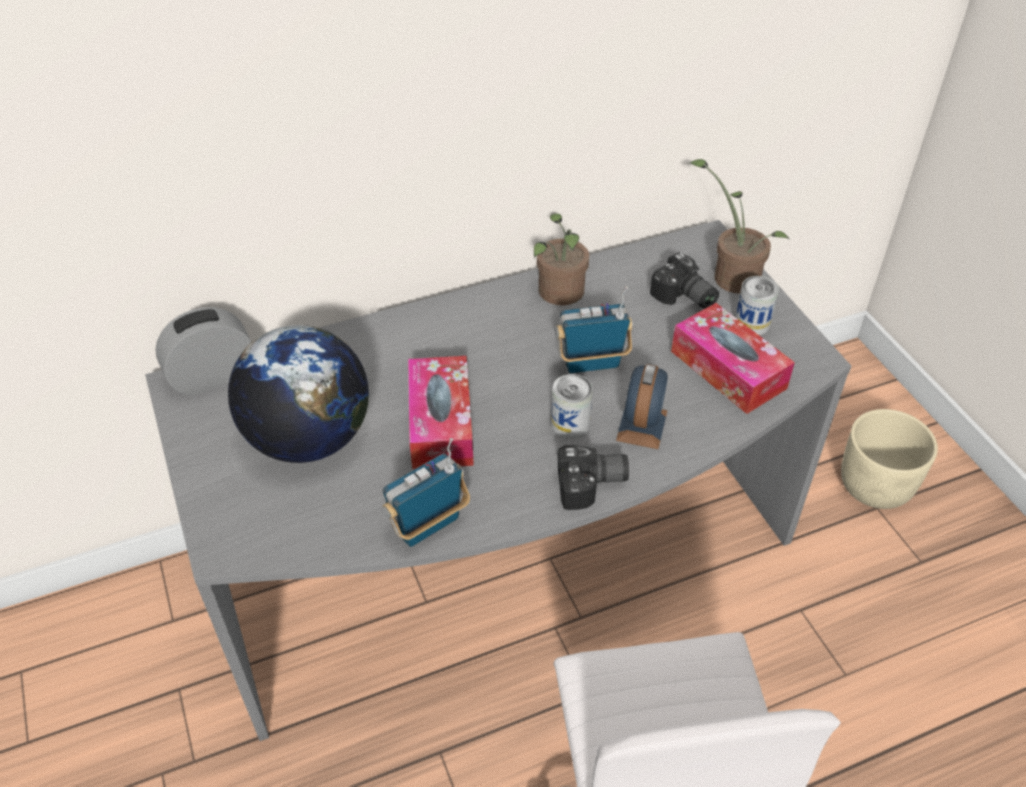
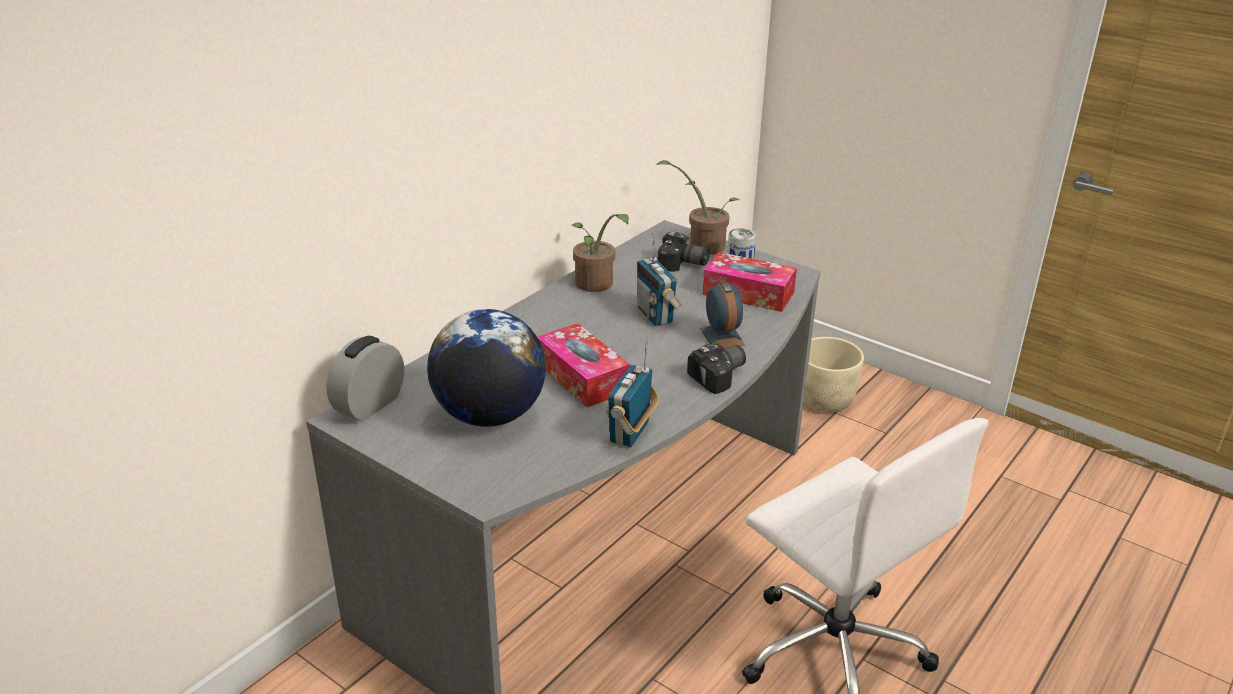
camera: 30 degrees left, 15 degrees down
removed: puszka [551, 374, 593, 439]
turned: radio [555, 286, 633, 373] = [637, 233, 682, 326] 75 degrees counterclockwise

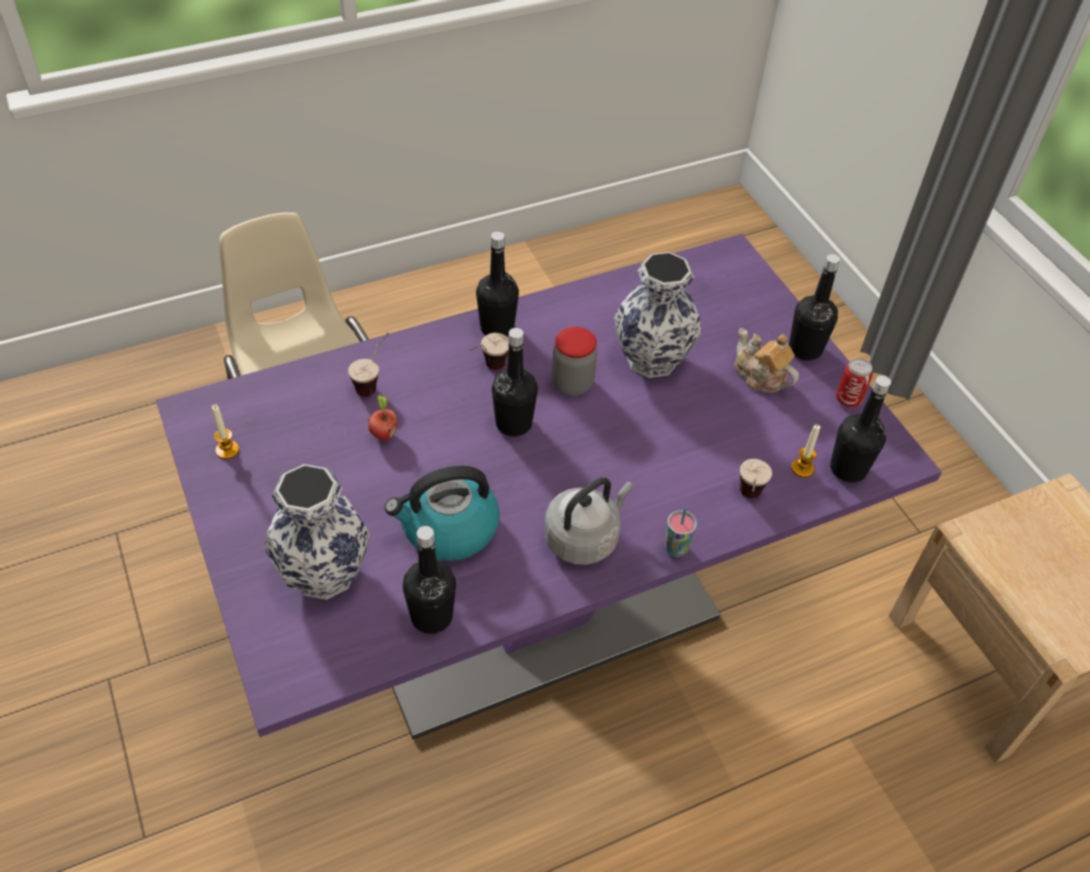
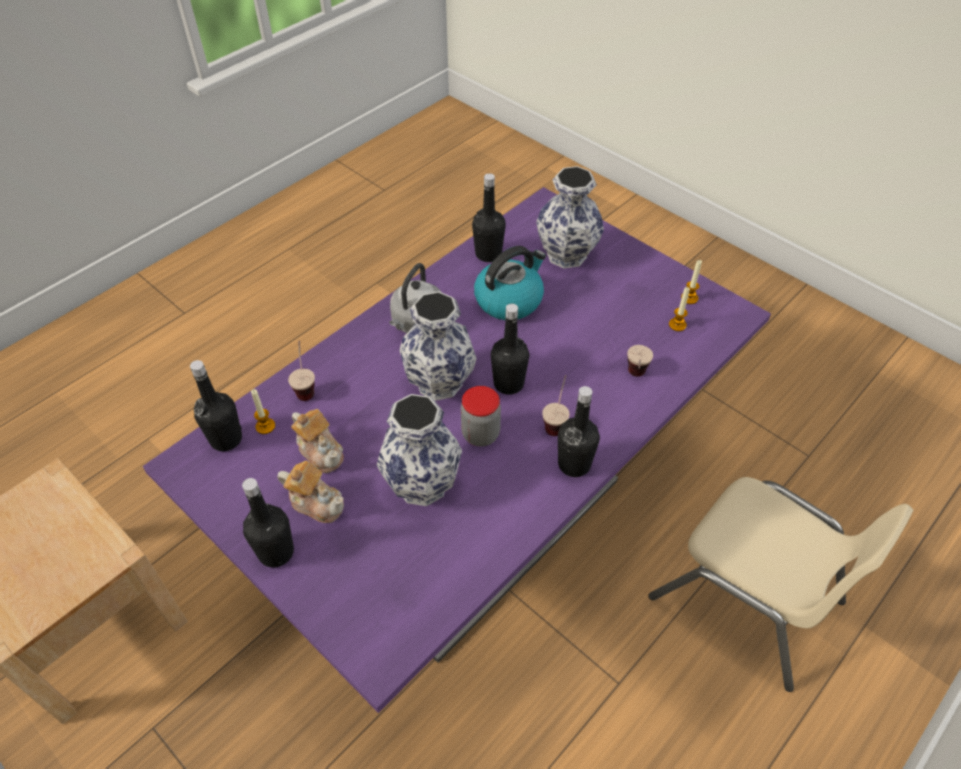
camera: 160 degrees right, 0 degrees up
removed: puszka [836, 358, 873, 408]; jabłko [368, 395, 398, 440]; filiżanka [665, 507, 697, 557]
added: świeca [669, 287, 690, 331]; wazon [399, 291, 477, 401]; imbryk [291, 409, 344, 473]

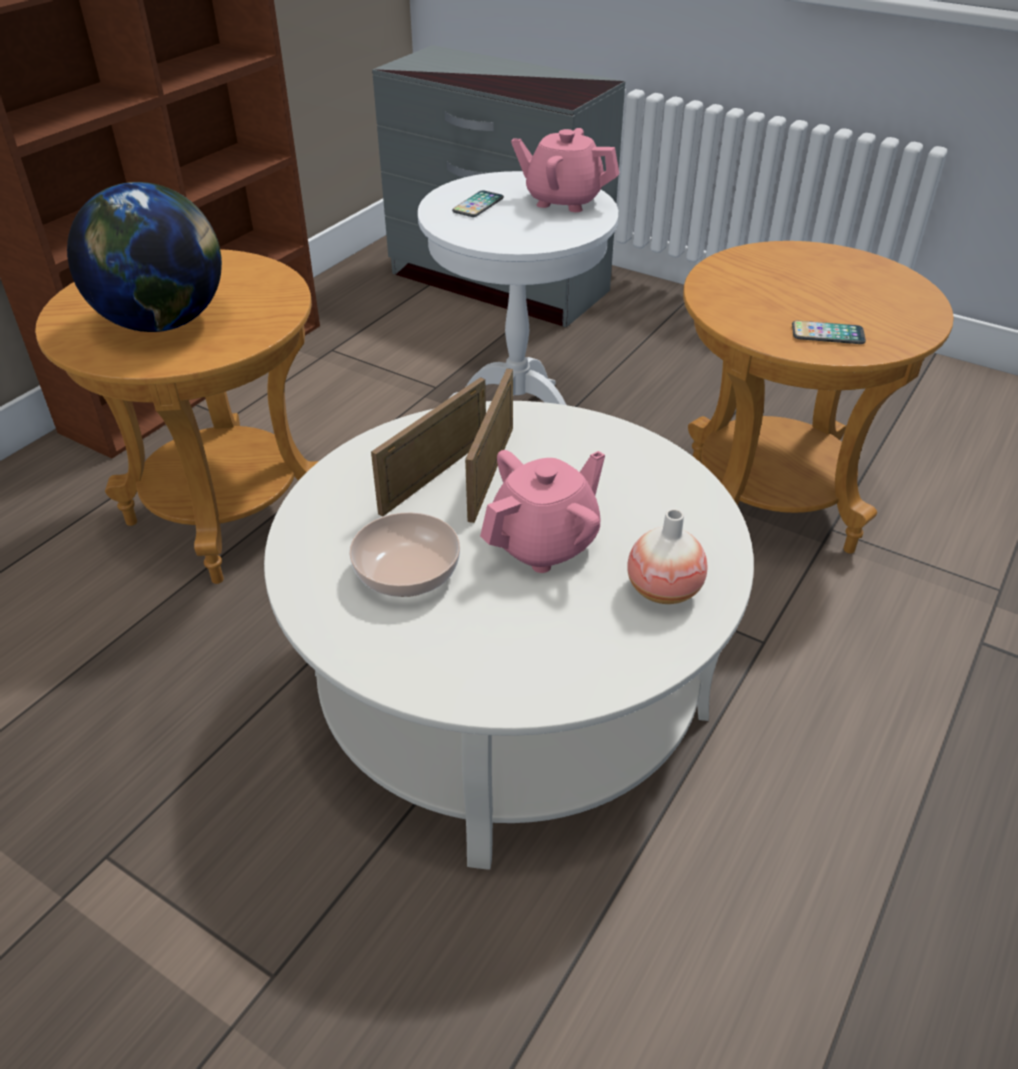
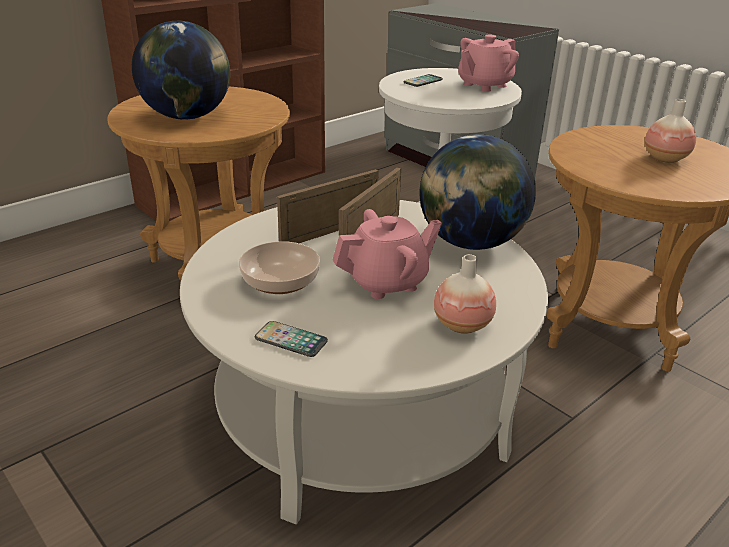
camera: 15 degrees right, 10 degrees down
added: wazon [645, 99, 696, 163]; globus [419, 134, 536, 250]
moved: telefon [792, 321, 866, 344] to [255, 321, 328, 357]
turned: imbryk [różowy] [511, 128, 620, 212] = [458, 35, 519, 92] 75 degrees counterclockwise

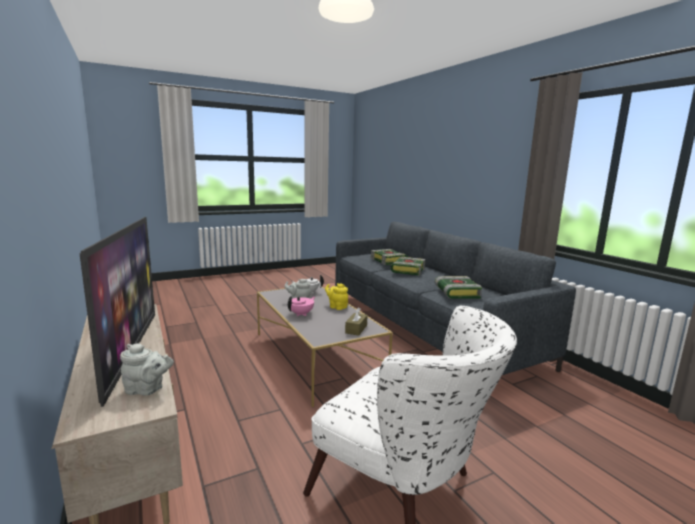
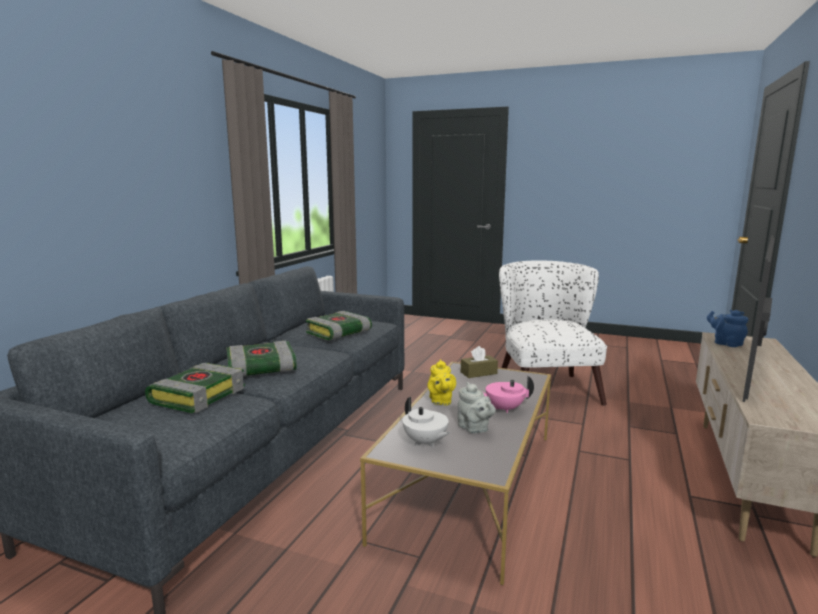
camera: 130 degrees left, 0 degrees up
recoloured: imbryk [szary] [120, 343, 174, 395] to imbryk [niebieski] [707, 310, 748, 347]

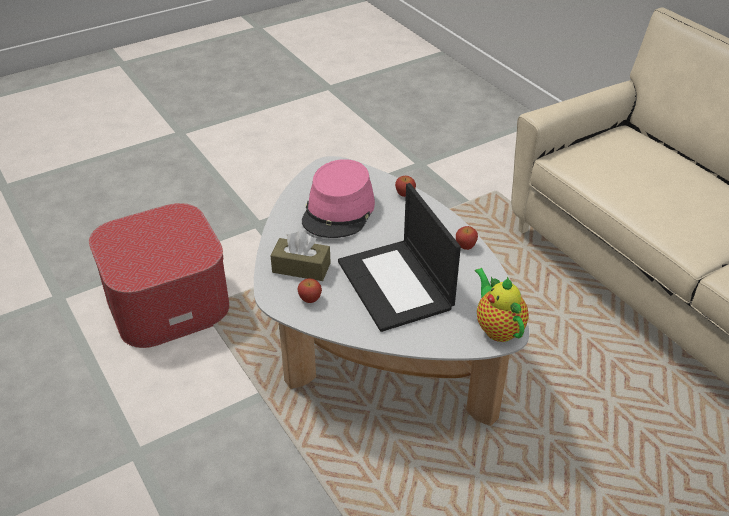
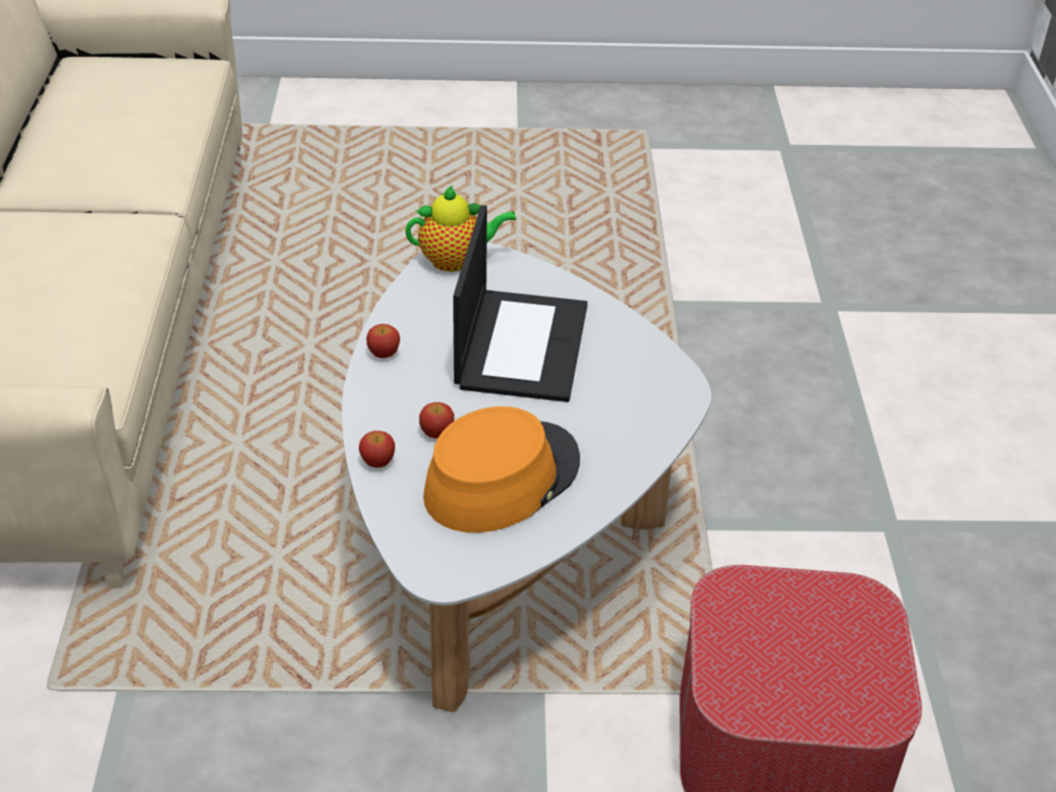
camera: 150 degrees left, 0 degrees up
removed: pudełko chusteczek [brązowy] [270, 232, 330, 281]
moved: jabłko [297, 278, 322, 303] to [419, 402, 454, 438]
recoloured: kapelusz [różowy] [302, 159, 375, 238] to kapelusz [pomarańczowy] [423, 406, 580, 533]
turned: imbryk [475, 268, 529, 342] = [405, 185, 516, 272] 105 degrees counterclockwise

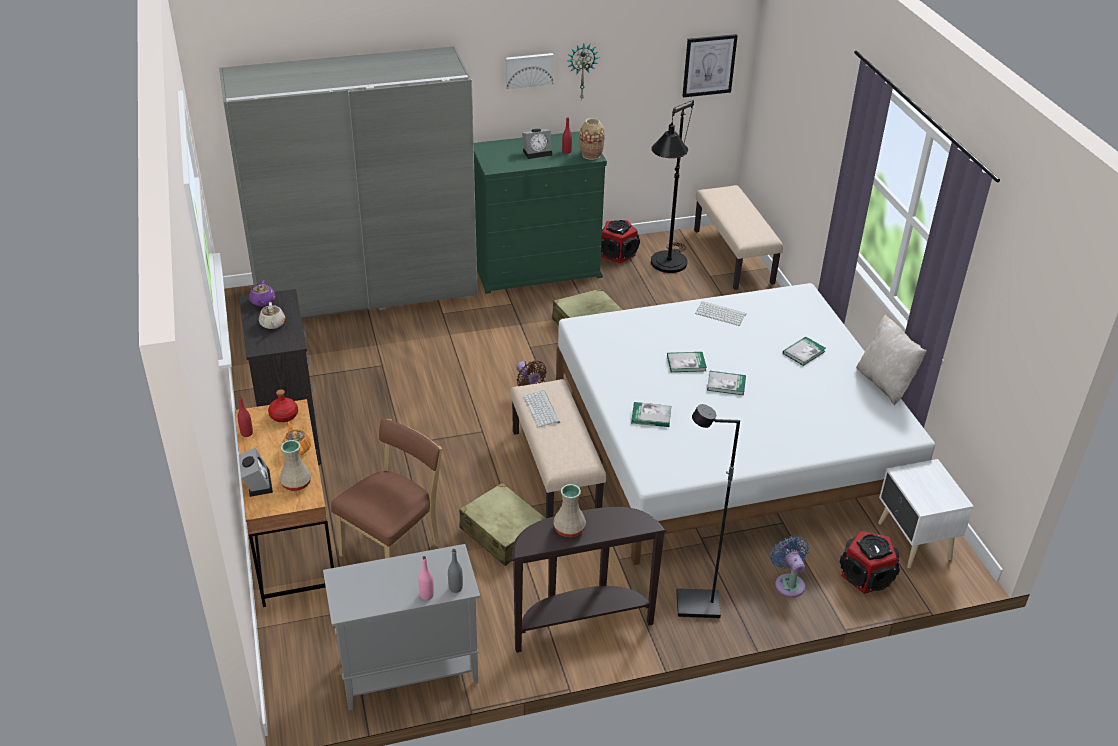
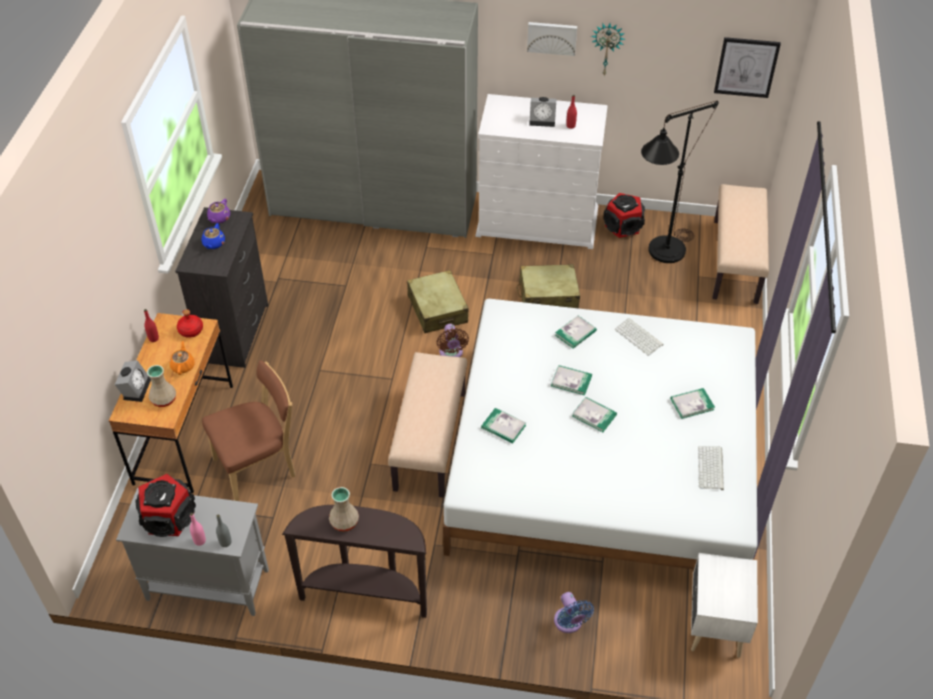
camera: 25 degrees right, 10 degrees up
removed: wazon [579, 118, 605, 160]; poduszka [beżowy] [856, 315, 927, 405]; lampa stojąca [czarny] [676, 404, 740, 618]
added: książka [555, 316, 597, 349]
moved: klawiatura [523, 390, 560, 427] to [698, 446, 724, 490]; walizka [beżowy] [459, 482, 546, 566] to [407, 270, 469, 333]; głośnik [840, 531, 900, 594] to [136, 474, 196, 537]
recoloured: komoda [zielony] [474, 131, 607, 294] to komoda [biały] [476, 94, 608, 249]; imbryk [beżowy] [259, 302, 285, 329] to imbryk [niebieski] [201, 223, 225, 249]
turned: wentylator [niebieski] [770, 536, 809, 597] = [554, 592, 594, 633] 150 degrees clockwise

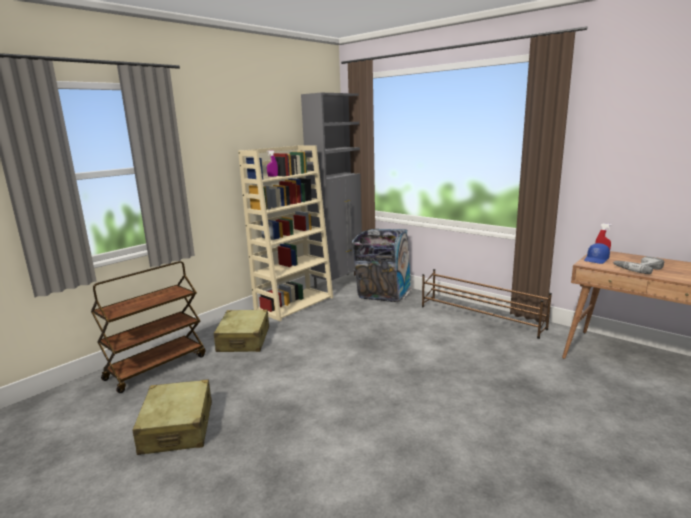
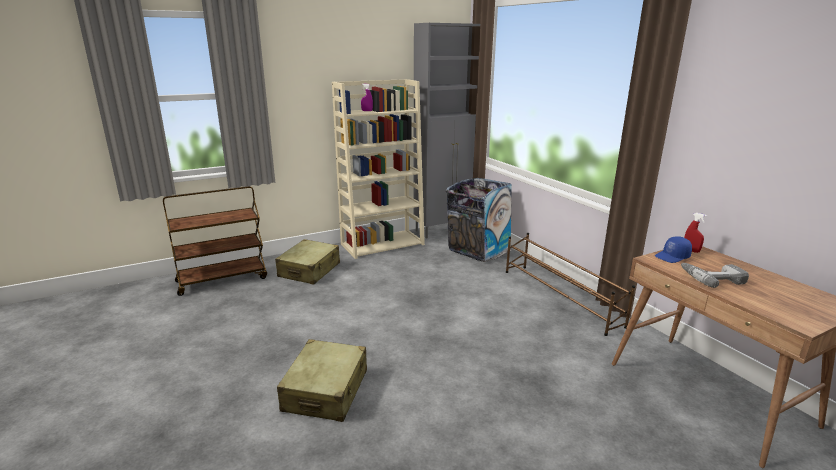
camera: 20 degrees right, 5 degrees up
moved: walizka [beżowy] [132, 379, 212, 455] to [277, 339, 367, 422]

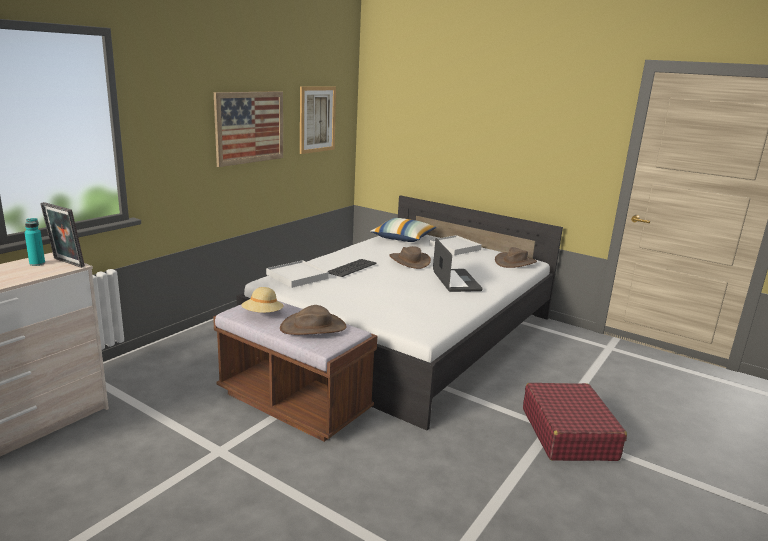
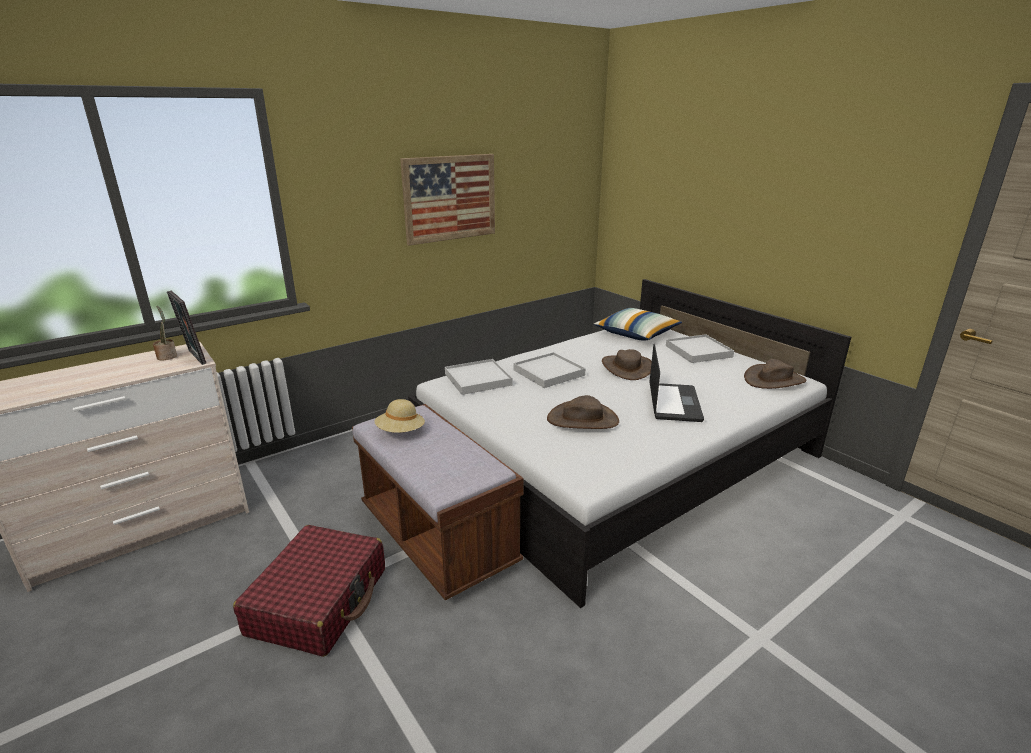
camera: 20 degrees right, 5 degrees up
removed: obraz [300, 86, 336, 154]
moved: kapelusz [brązowy] [280, 305, 347, 335] to [547, 395, 619, 429]; walizka [czerwony] [523, 383, 627, 461] to [233, 525, 385, 657]
replaced: butelka [turkusowy] [24, 218, 45, 266] to roślina doniczkowa [153, 306, 177, 360]; klawiatura [327, 259, 377, 277] to taca [biały] [514, 352, 586, 388]

